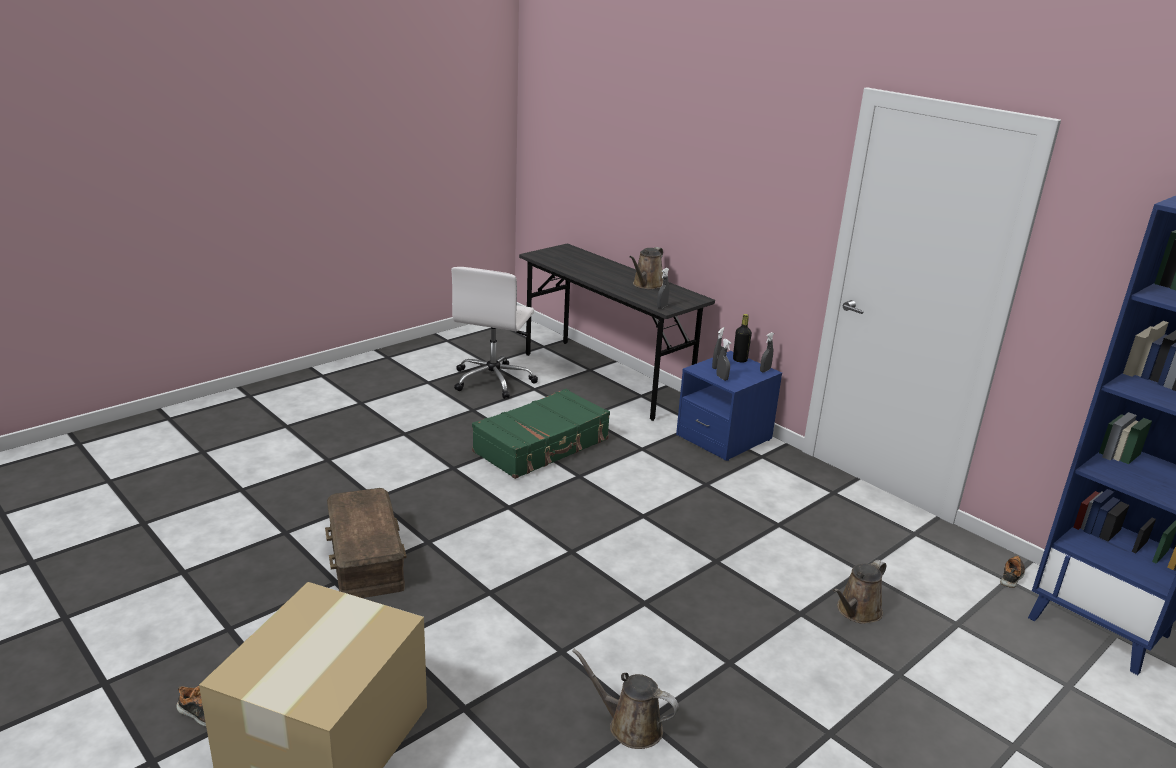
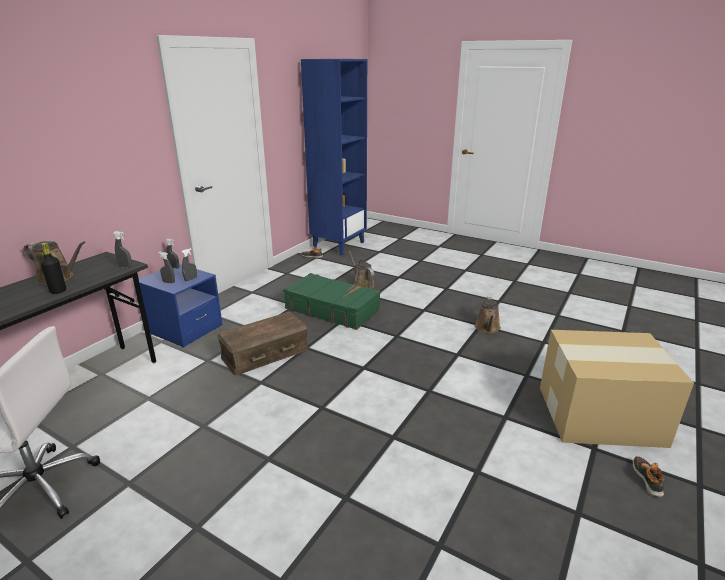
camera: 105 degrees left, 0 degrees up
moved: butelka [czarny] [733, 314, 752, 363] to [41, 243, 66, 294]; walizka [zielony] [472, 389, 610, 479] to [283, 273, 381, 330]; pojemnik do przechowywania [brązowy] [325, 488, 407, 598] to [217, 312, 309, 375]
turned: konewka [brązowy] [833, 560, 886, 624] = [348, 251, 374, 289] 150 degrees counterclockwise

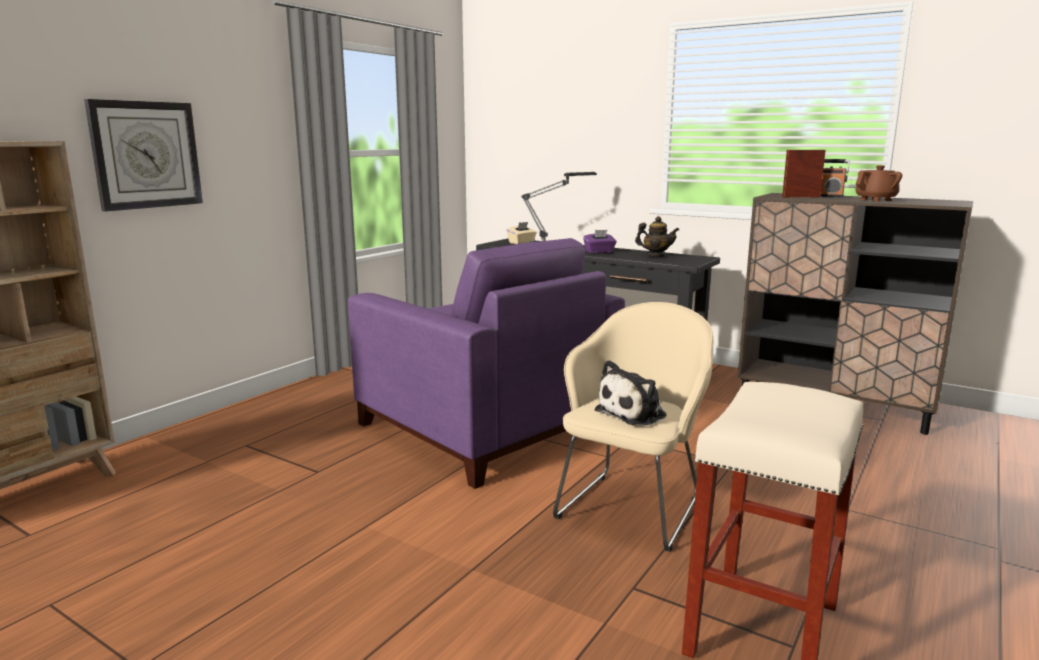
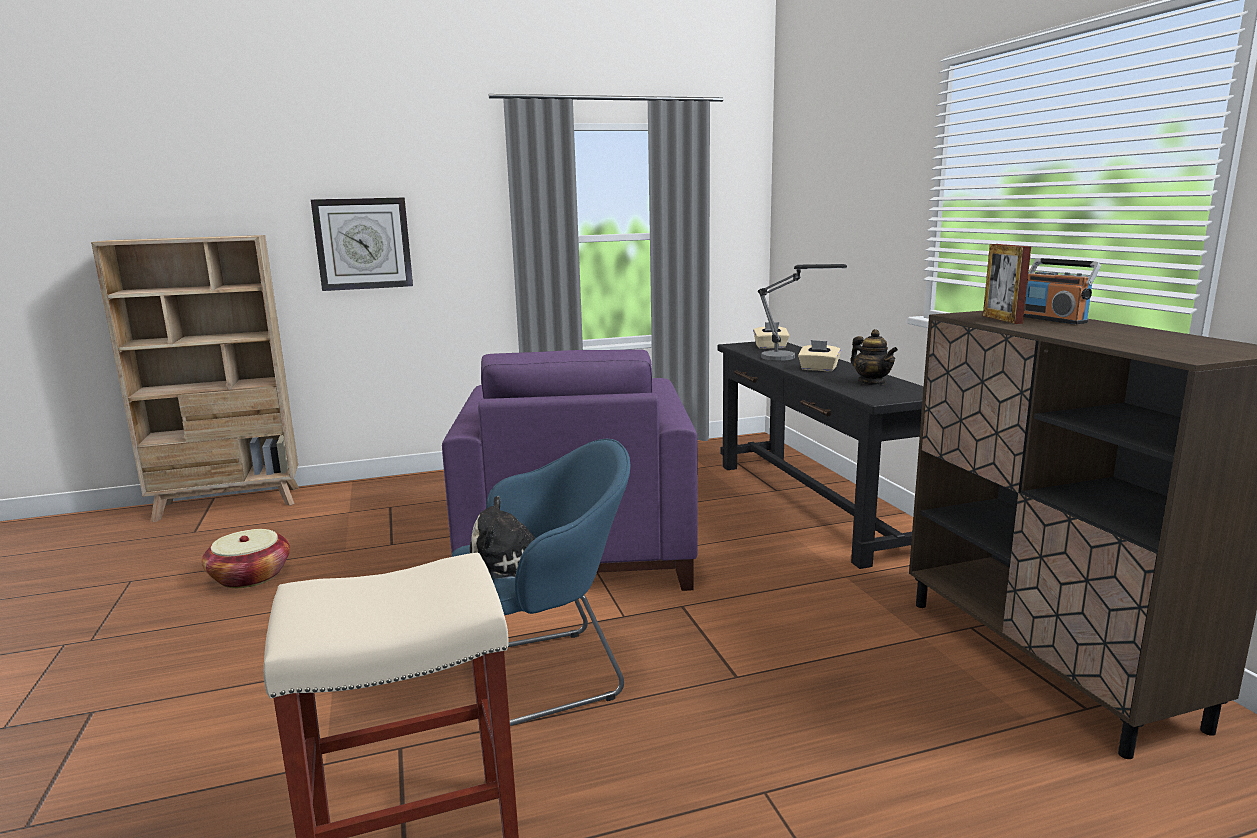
camera: 40 degrees right, 0 degrees up
removed: imbryk [brązowy] [856, 165, 902, 202]
added: koszyk [202, 529, 290, 588]
recoloured: pudełko chusteczek [fioletowy] [583, 230, 617, 253] to pudełko chusteczek [beżowy] [798, 340, 841, 371]; fotel [beżowy] [553, 302, 713, 552] to fotel [niebieski] [451, 439, 630, 726]
turned: ramka na zdjęcie [782, 150, 826, 198] = [983, 244, 1031, 324] 135 degrees counterclockwise

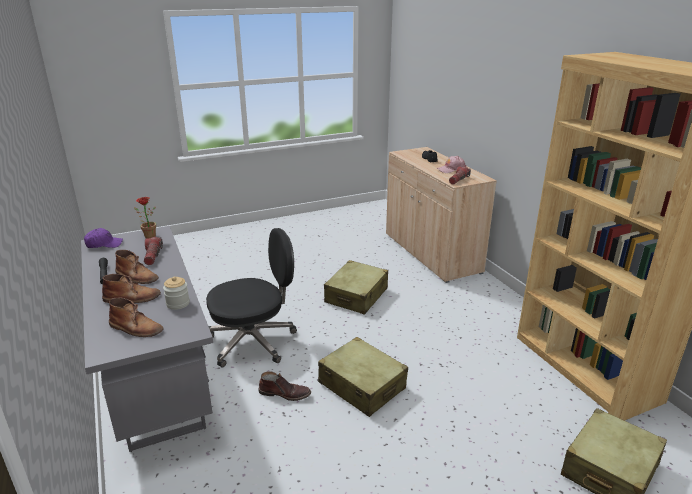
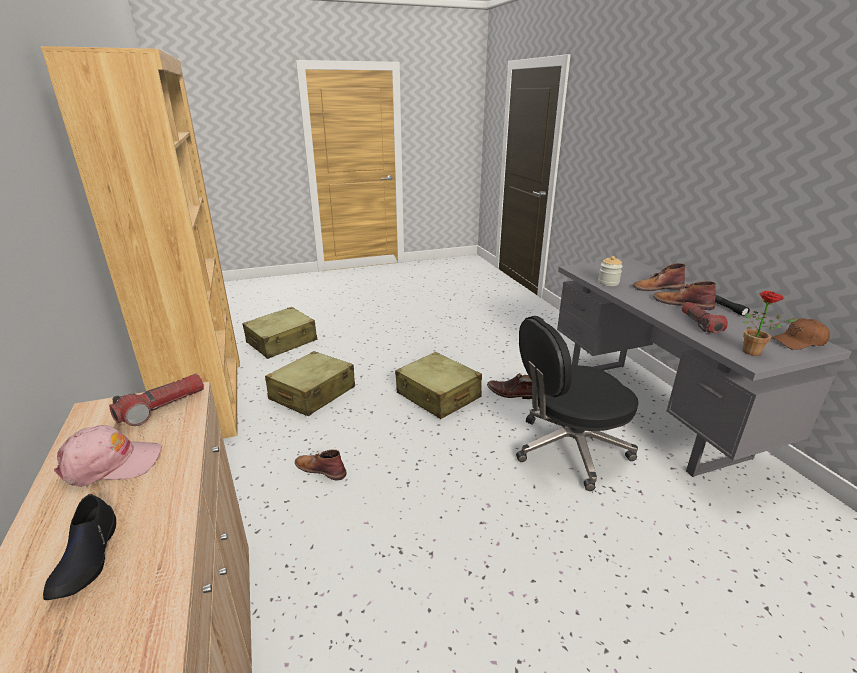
camera: 175 degrees left, 0 degrees up
moved: walizka [beżowy] [324, 260, 388, 315] to [265, 351, 355, 416]; but z cholewką [brązowy] [109, 297, 164, 337] to [295, 450, 346, 480]
recoloured: czapka z daszkiem [fioletowy] [84, 228, 123, 248] to czapka z daszkiem [brązowy] [771, 319, 830, 350]

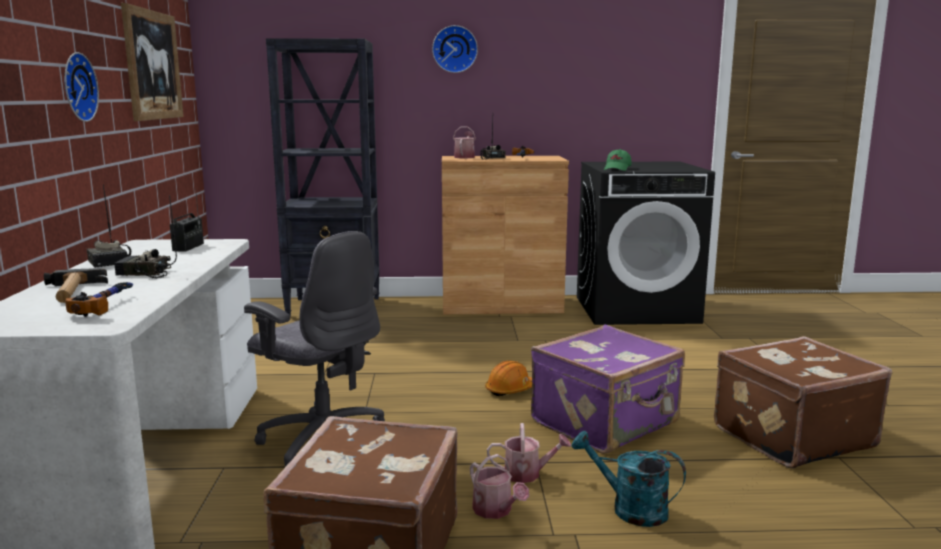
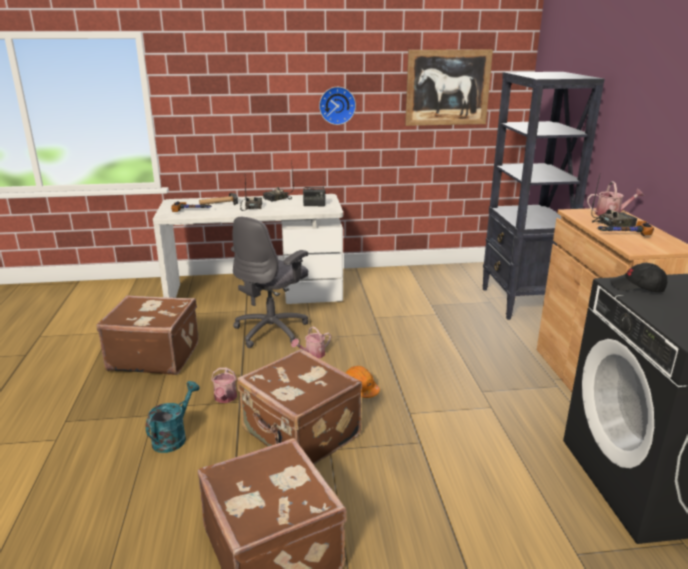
camera: 85 degrees right, 10 degrees up
removed: zegar ścienny [432, 25, 478, 73]
moved: konewka [470, 454, 529, 519] to [291, 326, 331, 358]
recoloured: czapka z daszkiem [zielony] [604, 149, 631, 171] to czapka z daszkiem [czarny] [610, 263, 667, 292]; walizka [fioletowy] [531, 324, 685, 454] to walizka [brązowy] [237, 349, 362, 465]

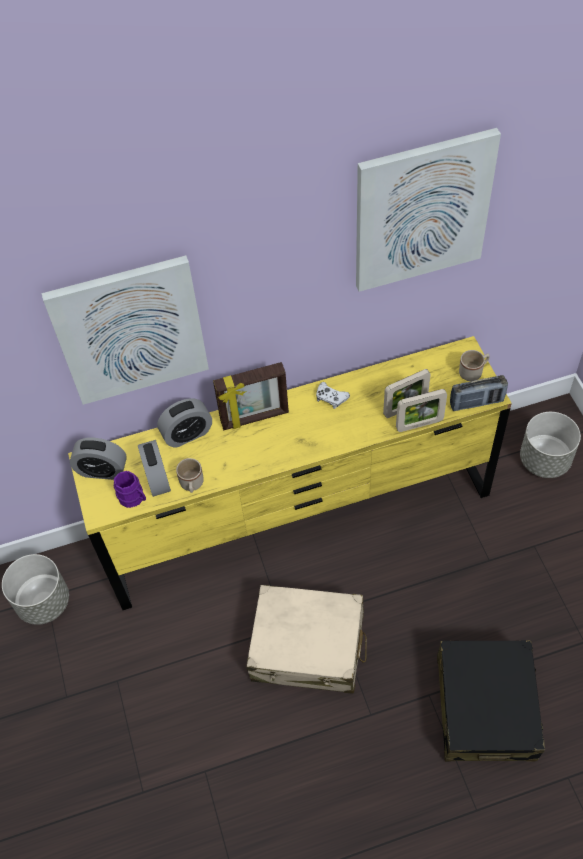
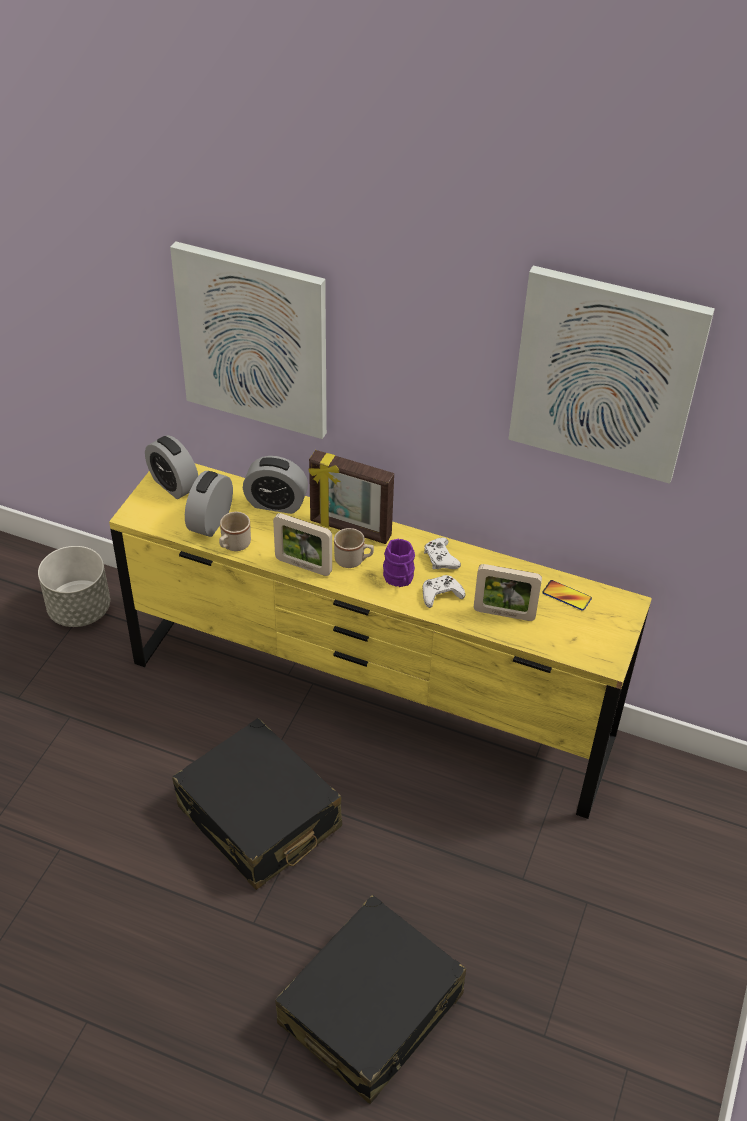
camera: 35 degrees right, 10 degrees down
removed: radio [450, 375, 508, 411]; donica [szary] [520, 412, 581, 478]
added: pad do gier [biały] [423, 575, 465, 608]; telefon [542, 580, 592, 611]
moved: kubek [beżowy] [459, 350, 490, 381] to [334, 528, 374, 568]; ramka na zdjęcie [396, 389, 447, 432] to [273, 513, 332, 576]; kubek [fioletowy] [114, 471, 146, 508] to [383, 538, 415, 587]
recoloured: walizka [beżowy] [246, 585, 367, 694] to walizka [czarny] [172, 718, 342, 890]

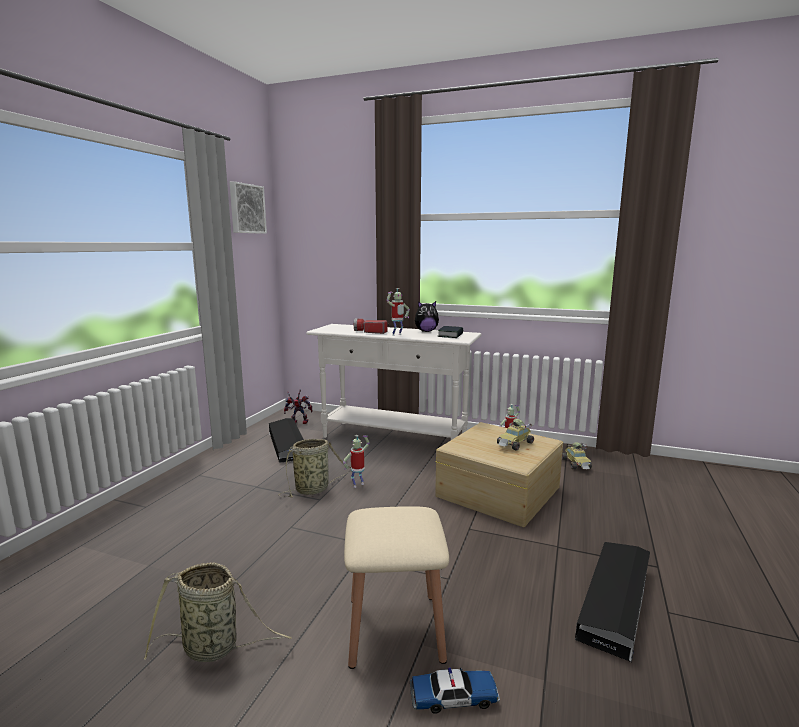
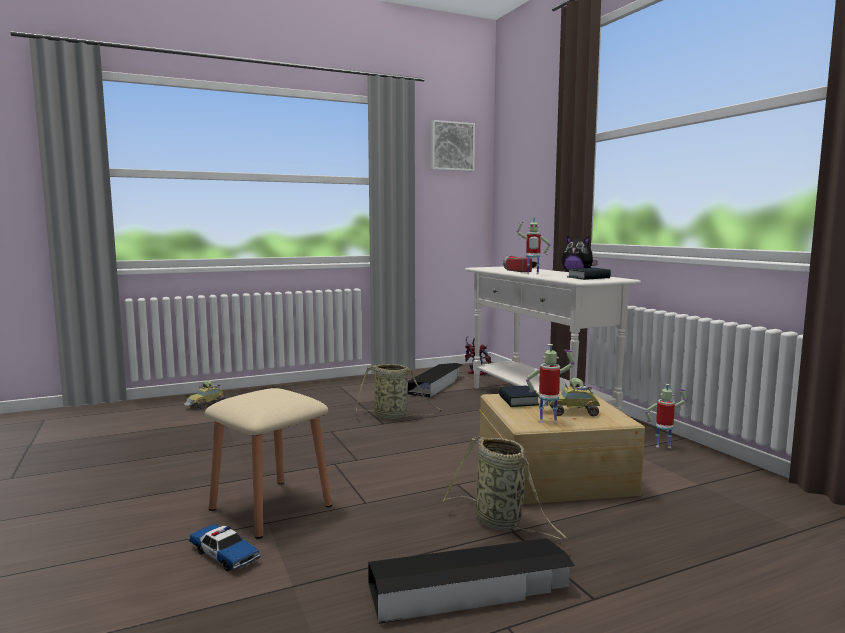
camera: 45 degrees right, 5 degrees down
added: książka [499, 386, 539, 407]
moved: robot zabawkowy [343, 435, 370, 488] to [526, 344, 575, 424]; samochodzik [562, 442, 592, 469] to [184, 381, 226, 409]; koszyk [144, 562, 292, 662] to [443, 436, 568, 540]

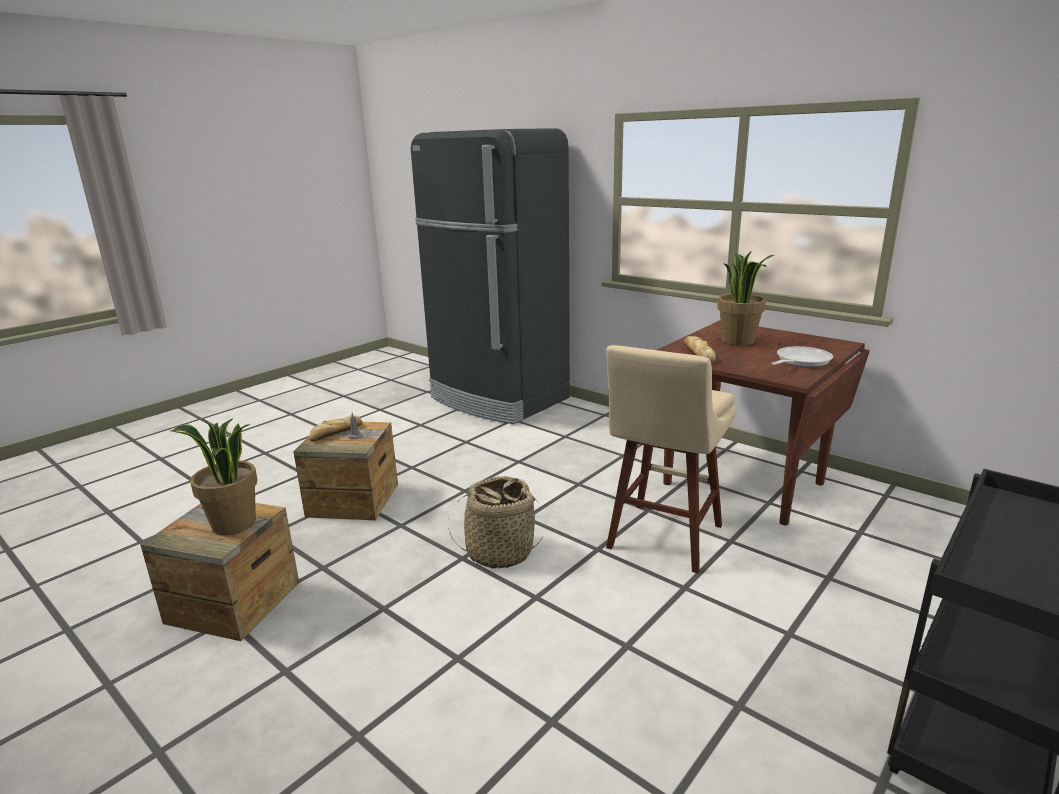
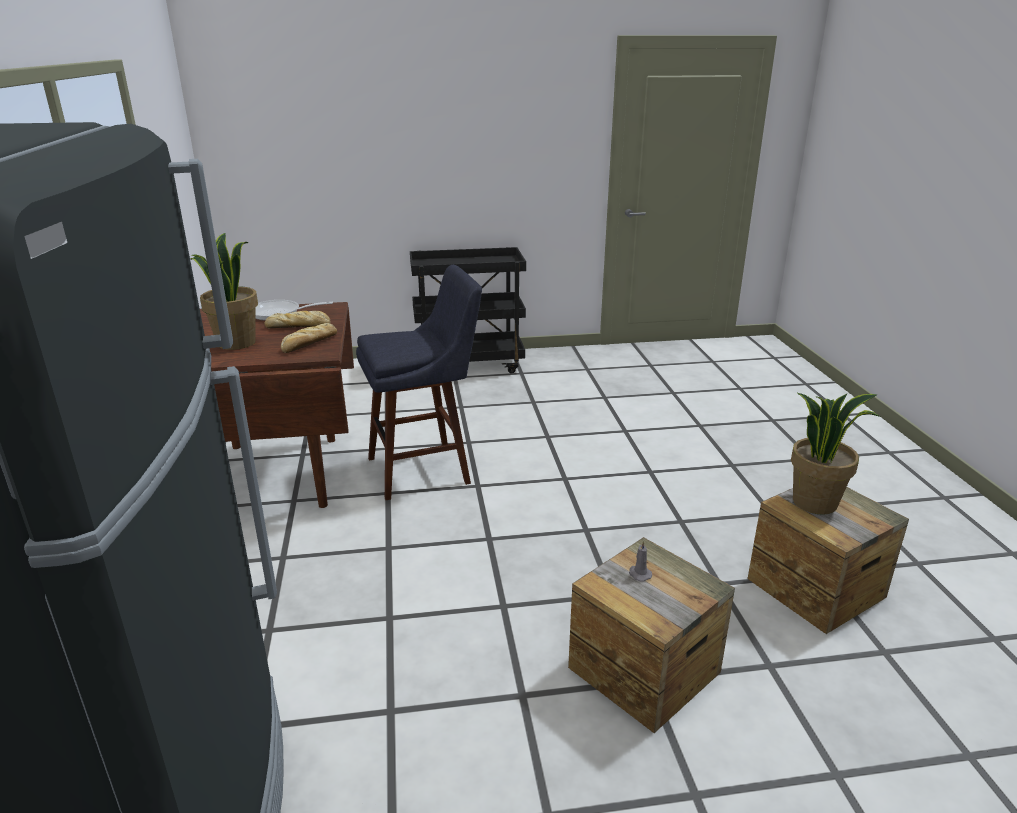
camera: 140 degrees left, 5 degrees up
removed: koszyk [448, 476, 542, 569]
moved: chleb [309, 415, 363, 442] to [265, 311, 330, 328]
recoloured: stołek [beżowy] [606, 345, 736, 574] to stołek [niebieski] [356, 265, 482, 500]

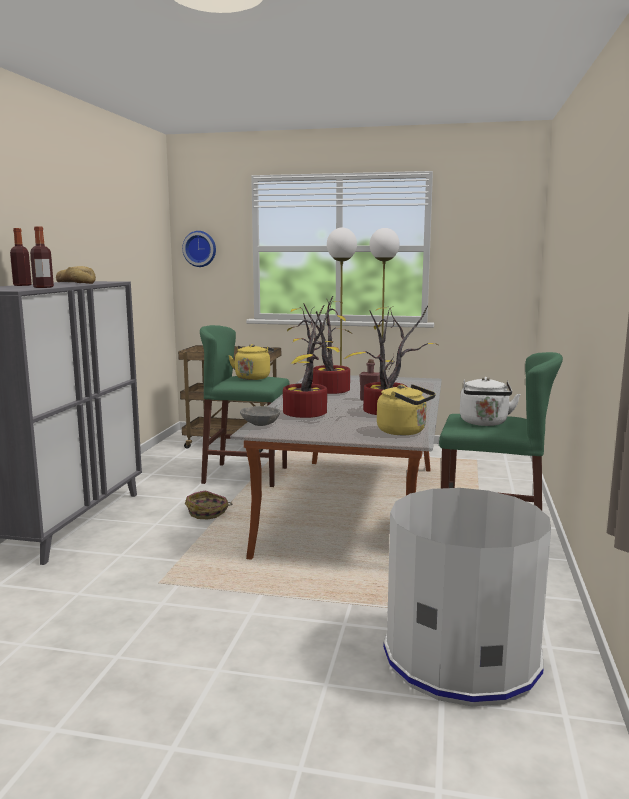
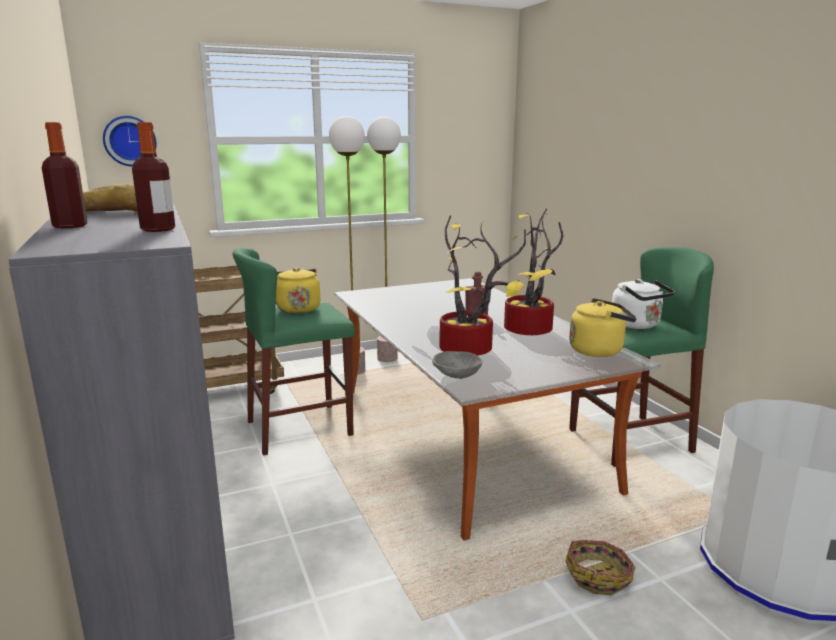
camera: 35 degrees left, 5 degrees up
removed: roślina doniczkowa [293, 296, 351, 394]
moved: koszyk [185, 491, 232, 519] to [565, 540, 635, 595]

